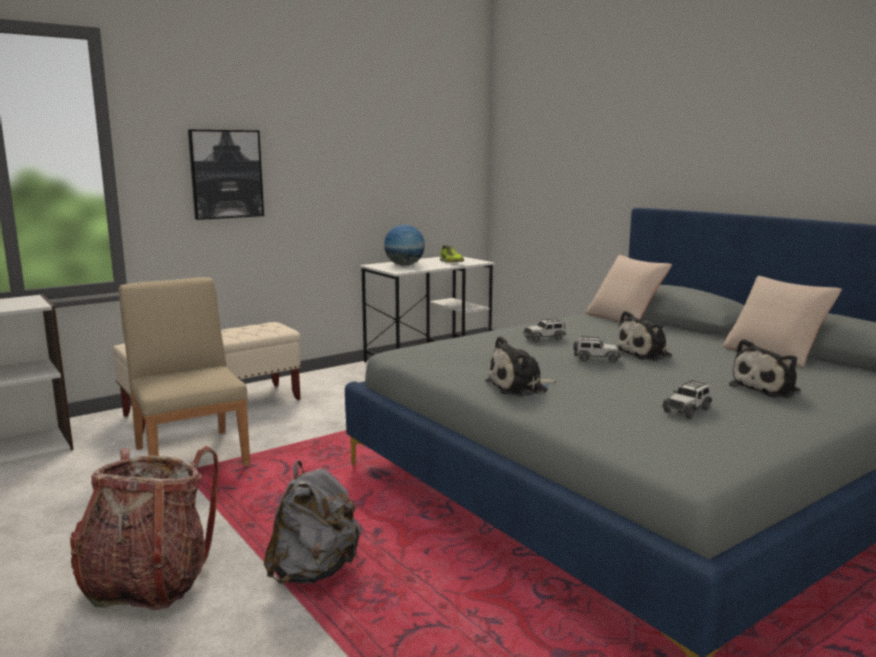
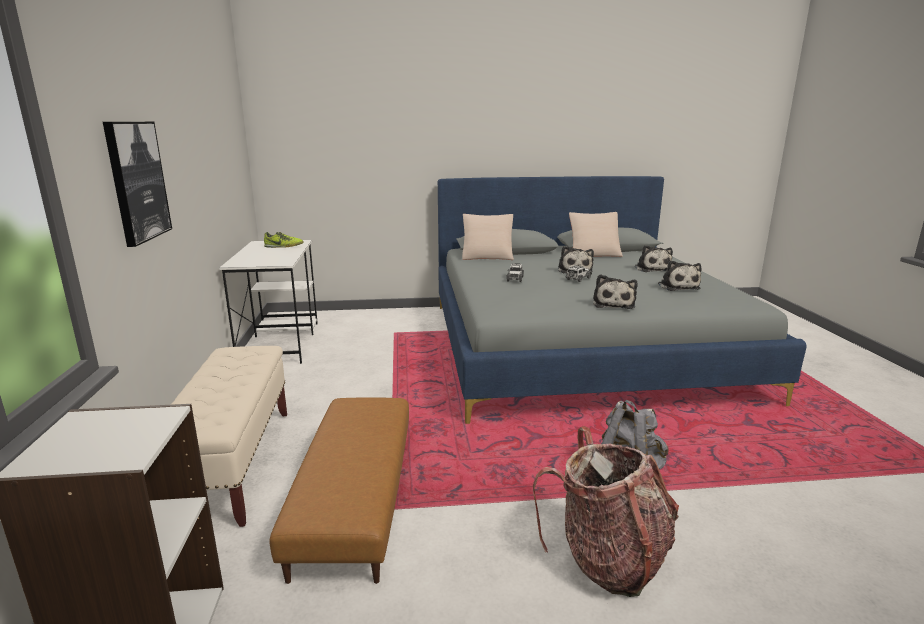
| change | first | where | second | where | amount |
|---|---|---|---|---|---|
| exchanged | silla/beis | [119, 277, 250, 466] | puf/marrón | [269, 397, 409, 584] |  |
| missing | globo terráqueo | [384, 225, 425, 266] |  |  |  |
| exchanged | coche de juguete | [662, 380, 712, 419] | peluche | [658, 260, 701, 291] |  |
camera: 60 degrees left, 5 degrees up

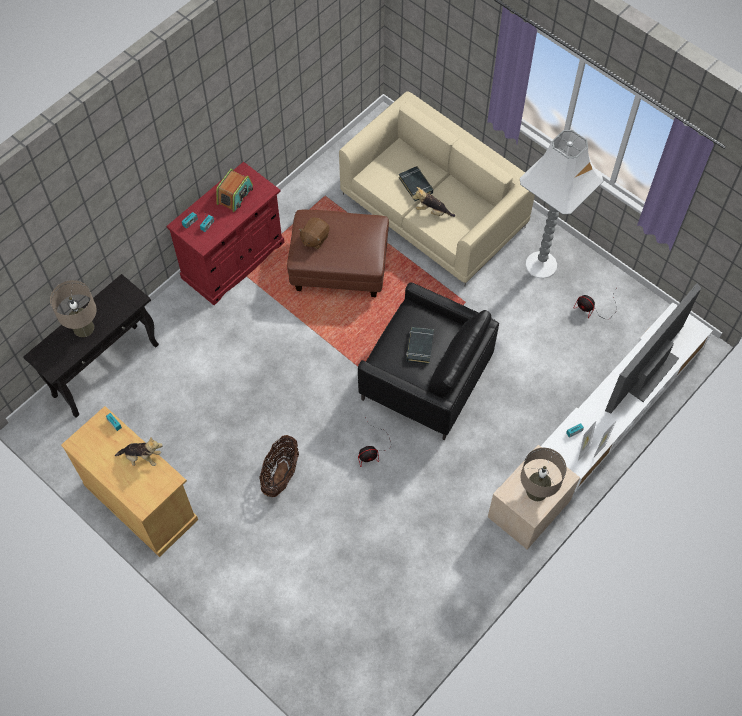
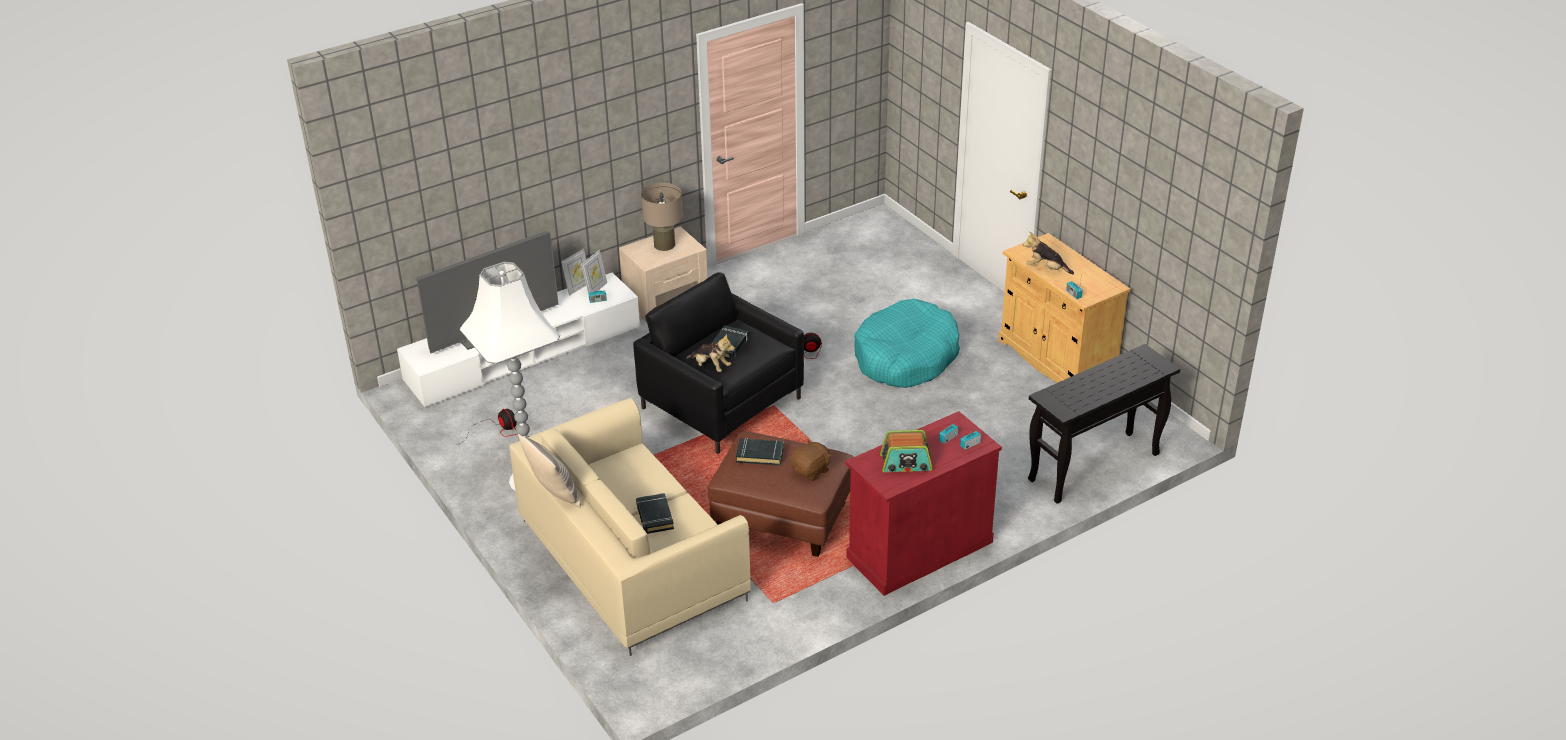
| change | first | where | second | where | amount |
|---|---|---|---|---|---|
| missing | lámpara de mesa/beis | [50, 280, 97, 337] |  |  |  |
| spun | radio | [217, 168, 253, 212] |  | [880, 430, 932, 472] | 135 degrees counterclockwise |
| exchanged | cesta | [259, 435, 299, 497] | cama para perro/turquesa | [854, 299, 960, 388] |  |
| relocated | peluche | [412, 187, 455, 217] |  | [686, 333, 735, 372] |  |
| appeared |  |  | cojín | [518, 434, 581, 508] |  |
| appeared |  |  | libro/negro | [736, 438, 784, 465] |  |
camera: 165 degrees left, 25 degrees down

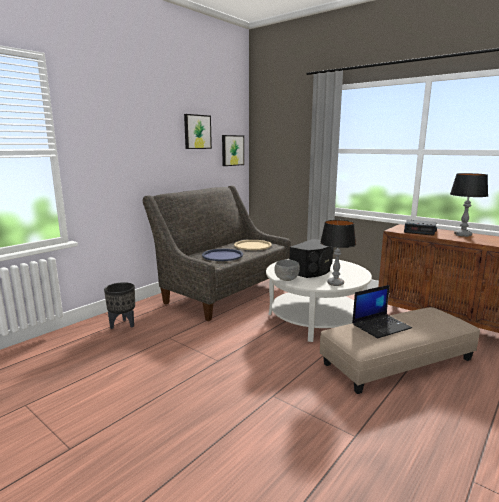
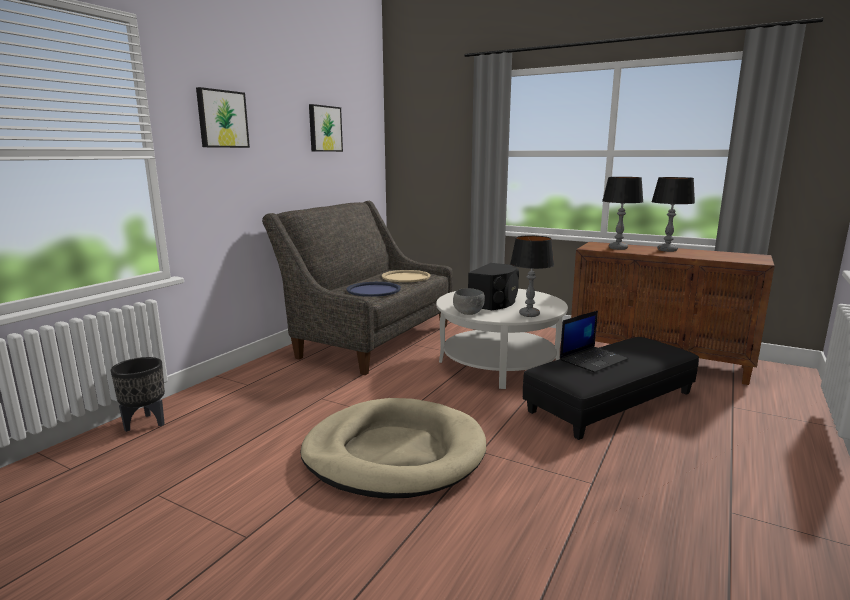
| change | first | where | second | where | amount |
|---|---|---|---|---|---|
| relocated | maceta/negro | [104, 282, 135, 329] |  | [111, 357, 165, 432] |  |
| relocated | cuadro | [222, 135, 244, 166] |  | [196, 87, 250, 148] |  |
| colour | puf/beis | [320, 307, 480, 394] | puf/negro | [523, 337, 699, 440] |  |
| exchanged | despertador | [404, 220, 437, 236] | lámpara de mesa | [602, 177, 643, 250] |  |
| appeared |  |  | cama para perro/beis | [300, 398, 486, 499] |  |
camera: 10 degrees left, 0 degrees up

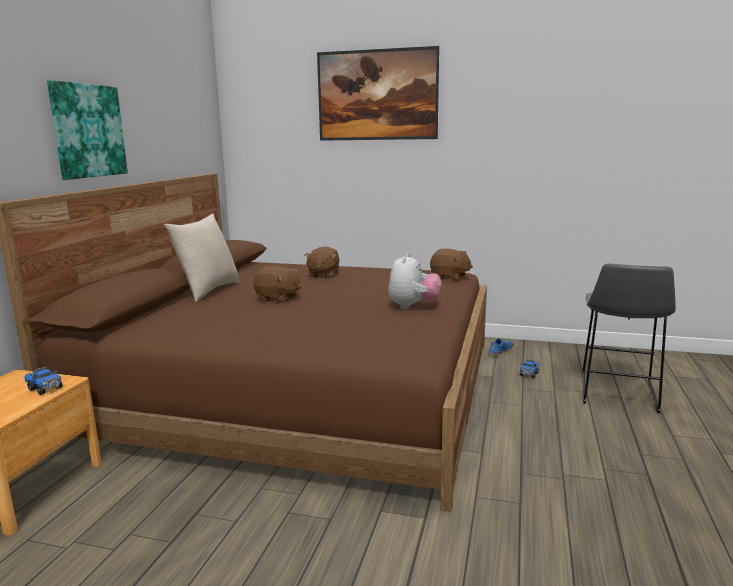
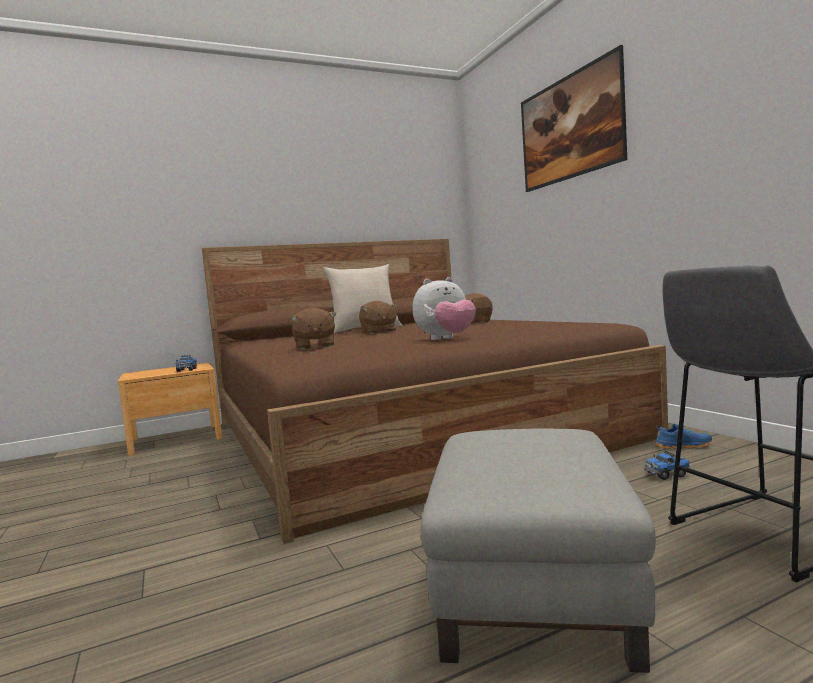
| change | first | where | second | where | amount |
|---|---|---|---|---|---|
| missing | cuadro | [47, 80, 128, 180] |  |  |  |
| relocated | peluche/marrón | [430, 249, 473, 281] |  | [290, 308, 336, 350] |  |
| appeared |  |  | puf/gris | [421, 428, 656, 673] |  |
camera: 50 degrees right, 10 degrees down

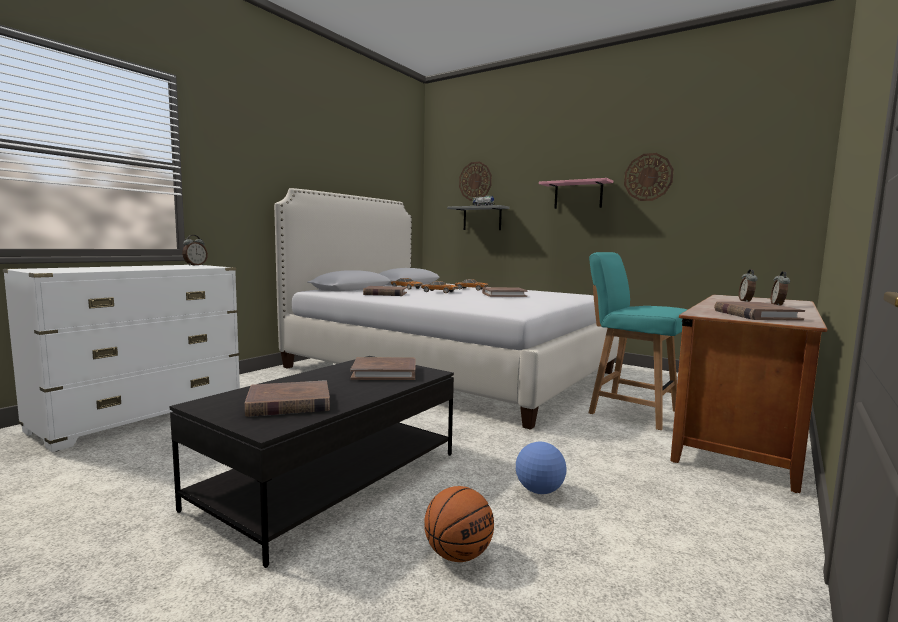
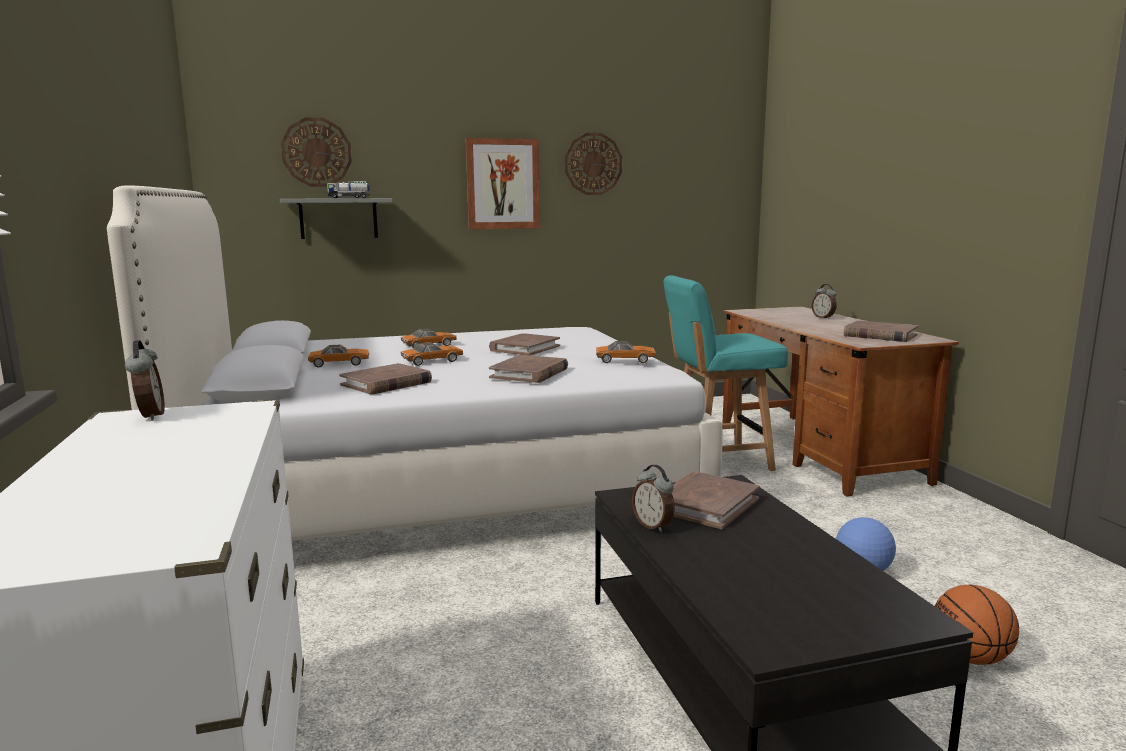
| change | first | where | second | where | amount |
|---|---|---|---|---|---|
| relocated | libro/marrón | [245, 380, 330, 417] |  | [489, 355, 568, 383] |  |
| exchanged | estante/rosa | [539, 178, 613, 209] | cuadro | [466, 138, 540, 229] |  |
| relocated | despertador | [739, 269, 758, 302] |  | [632, 465, 674, 532] |  |
| appeared |  |  | coche de juguete | [596, 341, 656, 363] |  |
camera: 50 degrees left, 5 degrees up

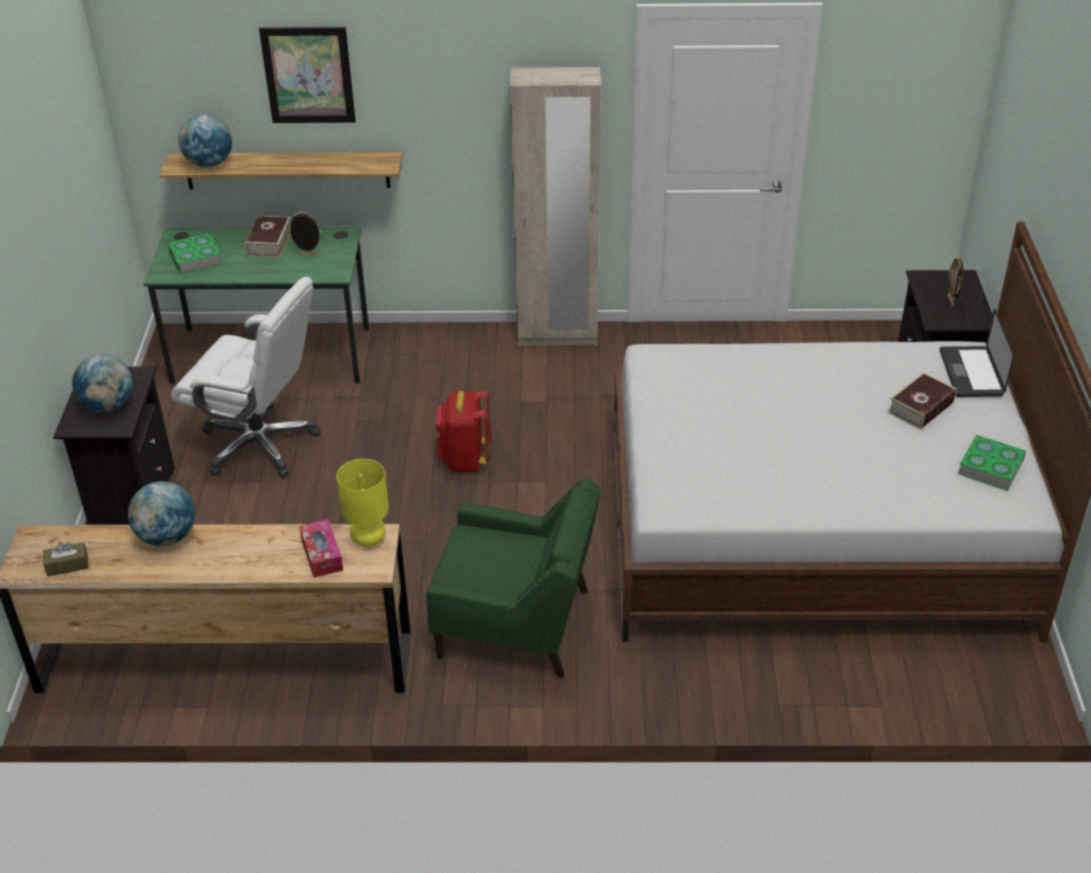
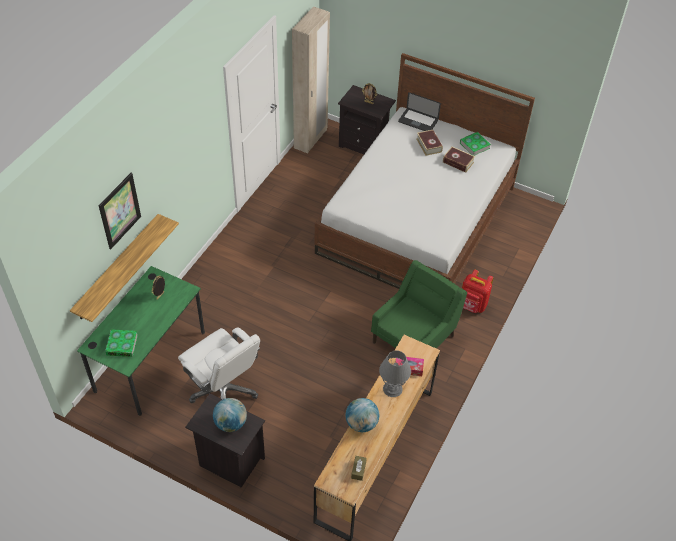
| change | first | where | second | where | amount |
|---|---|---|---|---|---|
| spun | silla de oficina/blanco | [171, 277, 320, 477] |  | [178, 327, 260, 403] | 90 degrees clockwise |
| missing | globo terráqueo | [179, 114, 232, 167] |  |  |  |
| relocated | libro | [245, 216, 290, 258] |  | [443, 147, 475, 173] |  |
| missing | lámpara de mesa/amarillo | [337, 459, 389, 547] |  |  |  |
| relocated | mochila/rojo | [436, 391, 491, 472] |  | [462, 269, 493, 313] |  |
| relocated | armario ropero/beis | [510, 67, 601, 346] |  | [292, 6, 330, 153] |  |
| appeared |  |  | lámpara de mesa/gris | [379, 350, 411, 397] |  |
camera: 65 degrees left, 10 degrees up

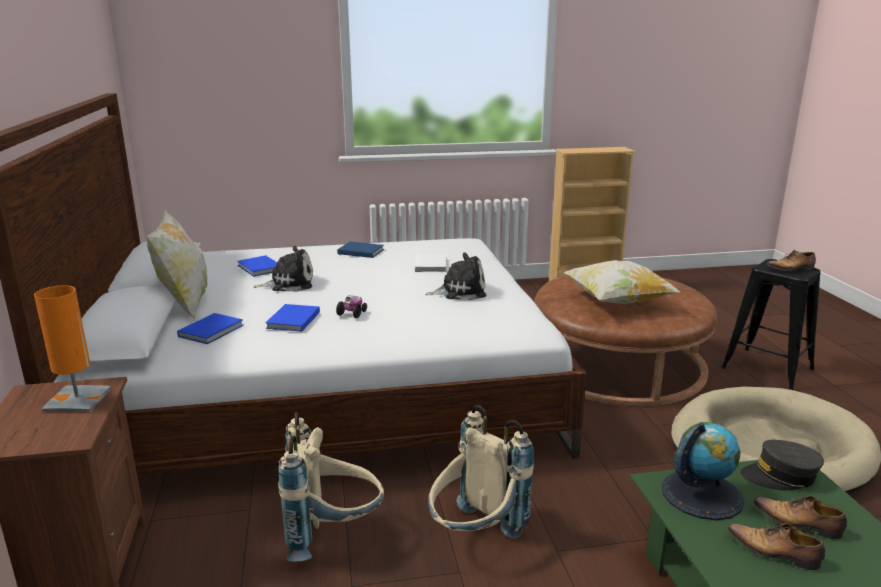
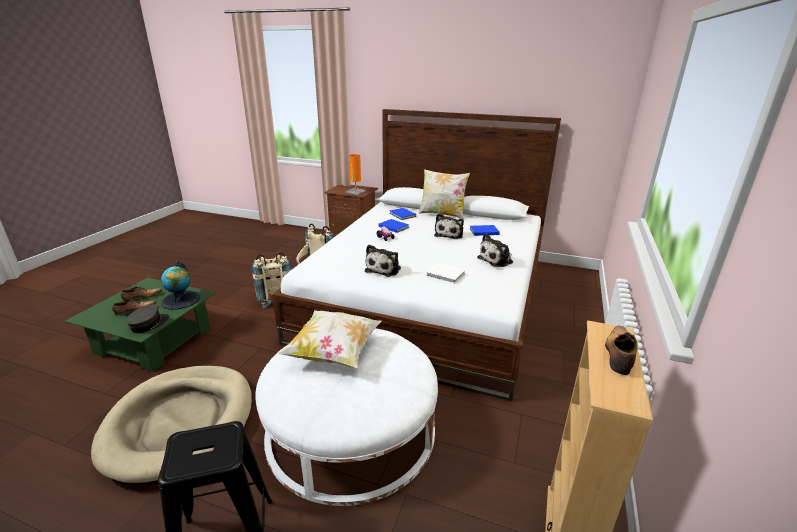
| change | first | where | second | where | amount |
|---|---|---|---|---|---|
| exchanged | libro/azul | [337, 241, 384, 258] | peluche | [477, 234, 513, 267] |  |
| colour | puf/marrón | [534, 275, 717, 406] | puf/blanco | [255, 328, 438, 506] |  |
| relocated | zapato | [766, 250, 816, 271] |  | [605, 326, 638, 375] |  |
camera: 120 degrees right, 5 degrees up

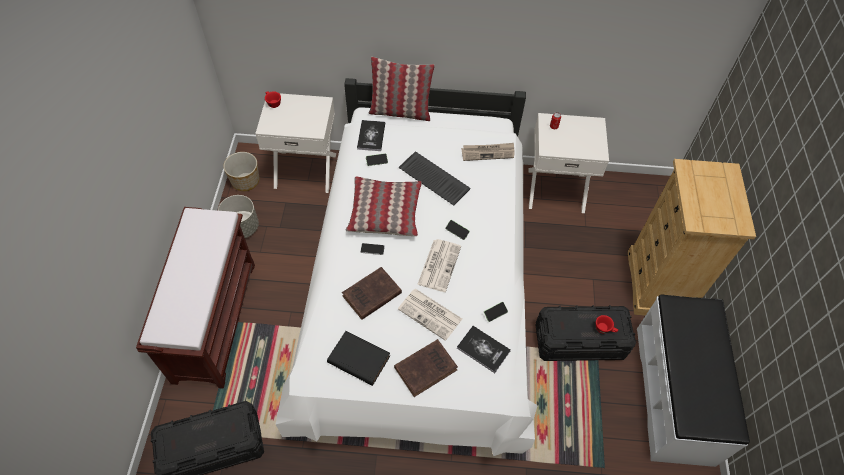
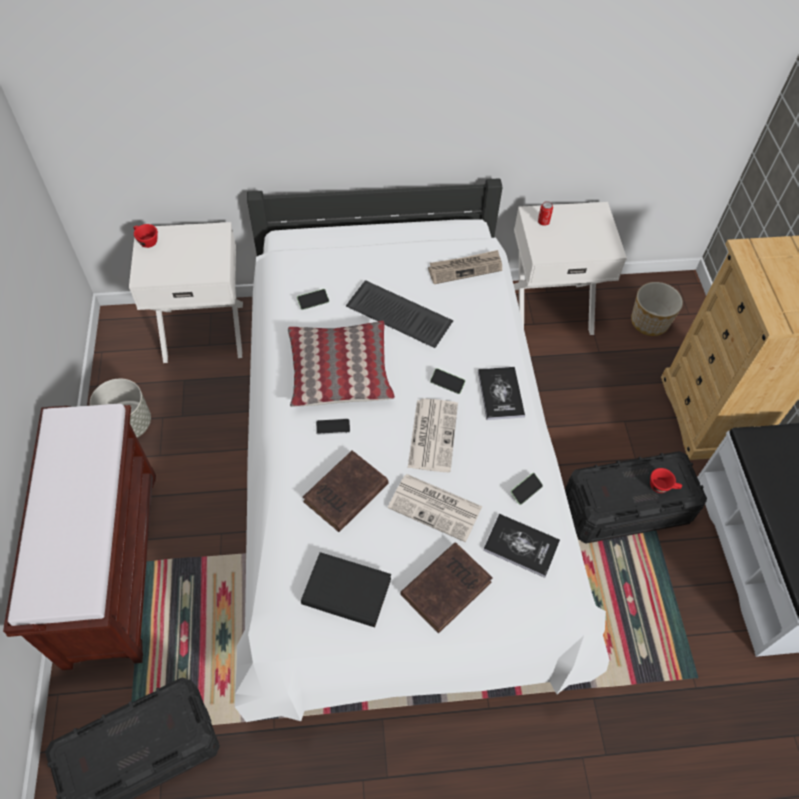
| change | first | where | second | where | amount |
|---|---|---|---|---|---|
| relocated | maceta | [223, 152, 259, 191] |  | [631, 282, 683, 336] |  |
| relocated | libro | [357, 120, 385, 151] |  | [478, 367, 525, 420] |  |
| missing | cojín | [369, 57, 435, 121] |  |  |  |
camera: 10 degrees left, 0 degrees up

